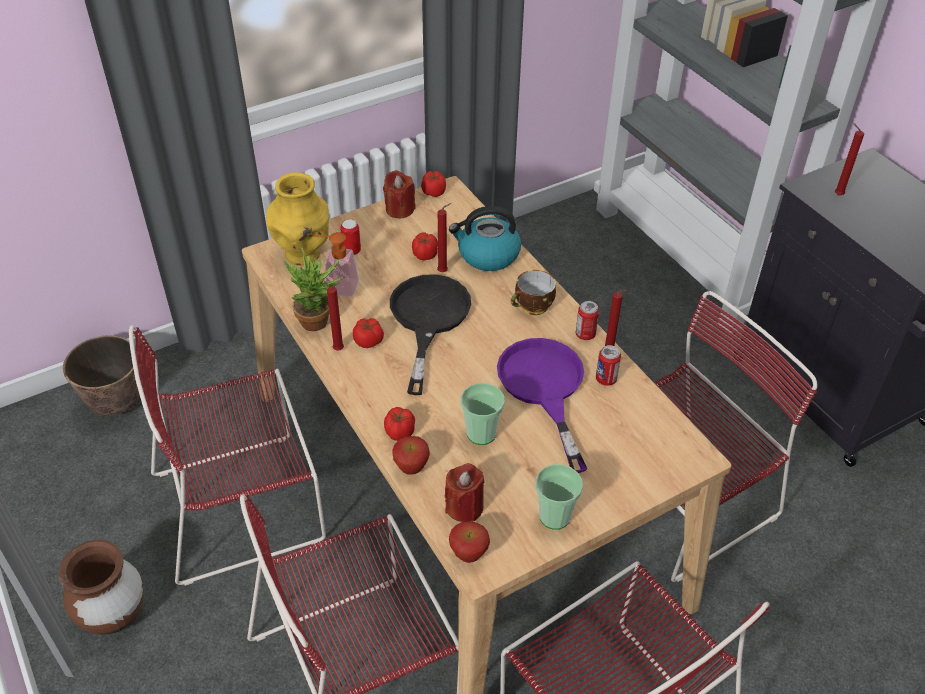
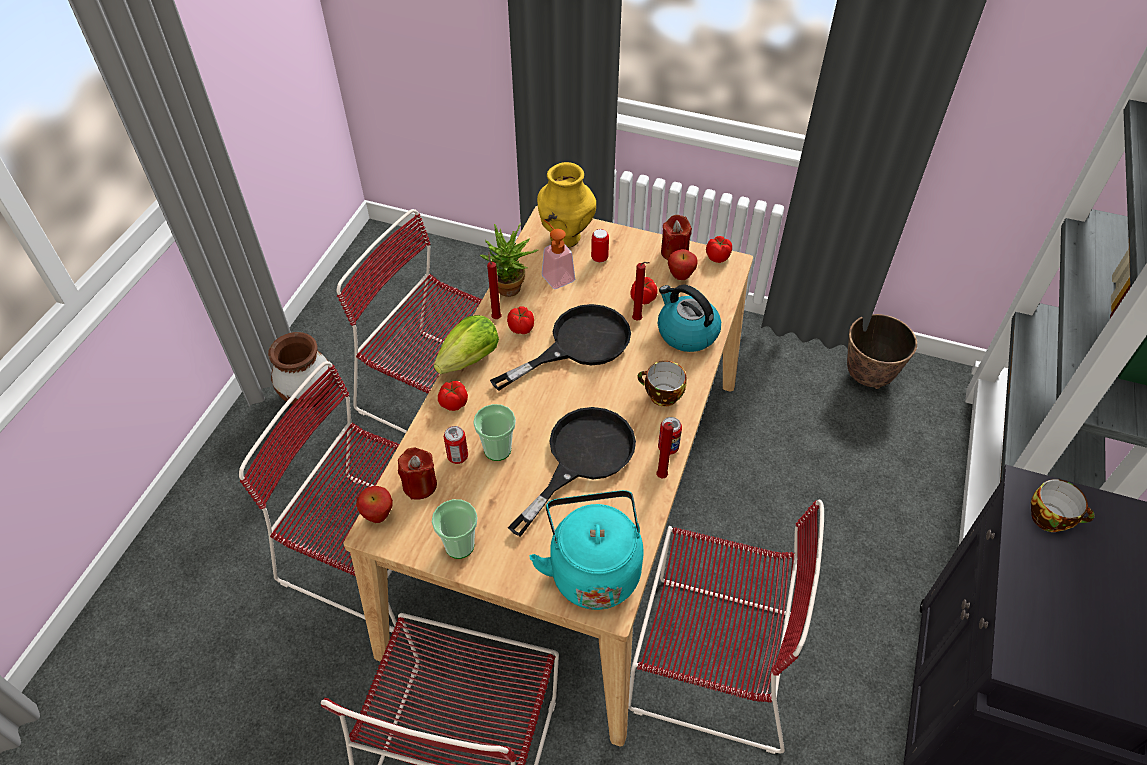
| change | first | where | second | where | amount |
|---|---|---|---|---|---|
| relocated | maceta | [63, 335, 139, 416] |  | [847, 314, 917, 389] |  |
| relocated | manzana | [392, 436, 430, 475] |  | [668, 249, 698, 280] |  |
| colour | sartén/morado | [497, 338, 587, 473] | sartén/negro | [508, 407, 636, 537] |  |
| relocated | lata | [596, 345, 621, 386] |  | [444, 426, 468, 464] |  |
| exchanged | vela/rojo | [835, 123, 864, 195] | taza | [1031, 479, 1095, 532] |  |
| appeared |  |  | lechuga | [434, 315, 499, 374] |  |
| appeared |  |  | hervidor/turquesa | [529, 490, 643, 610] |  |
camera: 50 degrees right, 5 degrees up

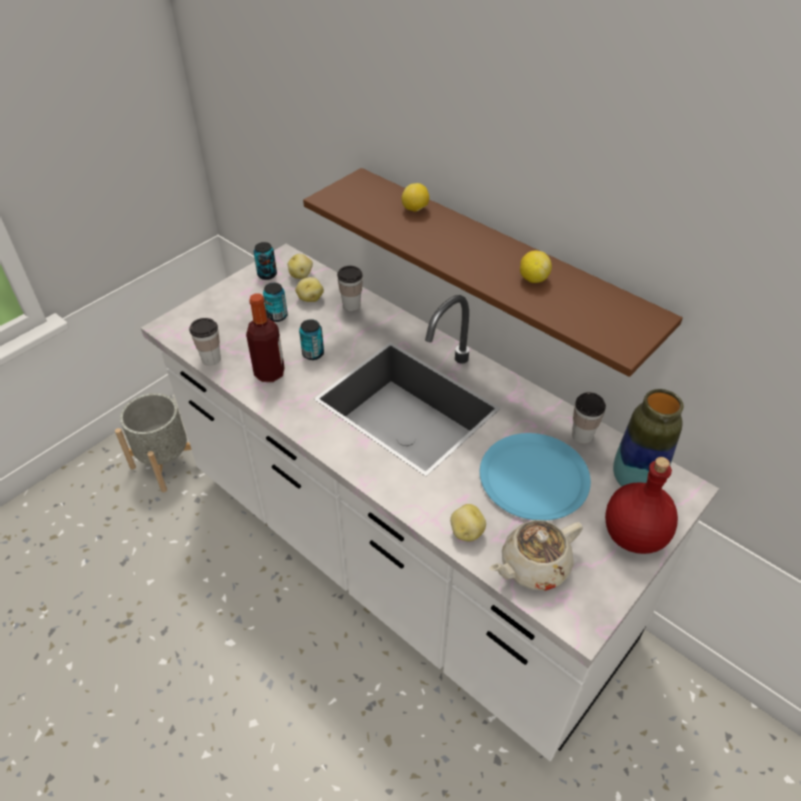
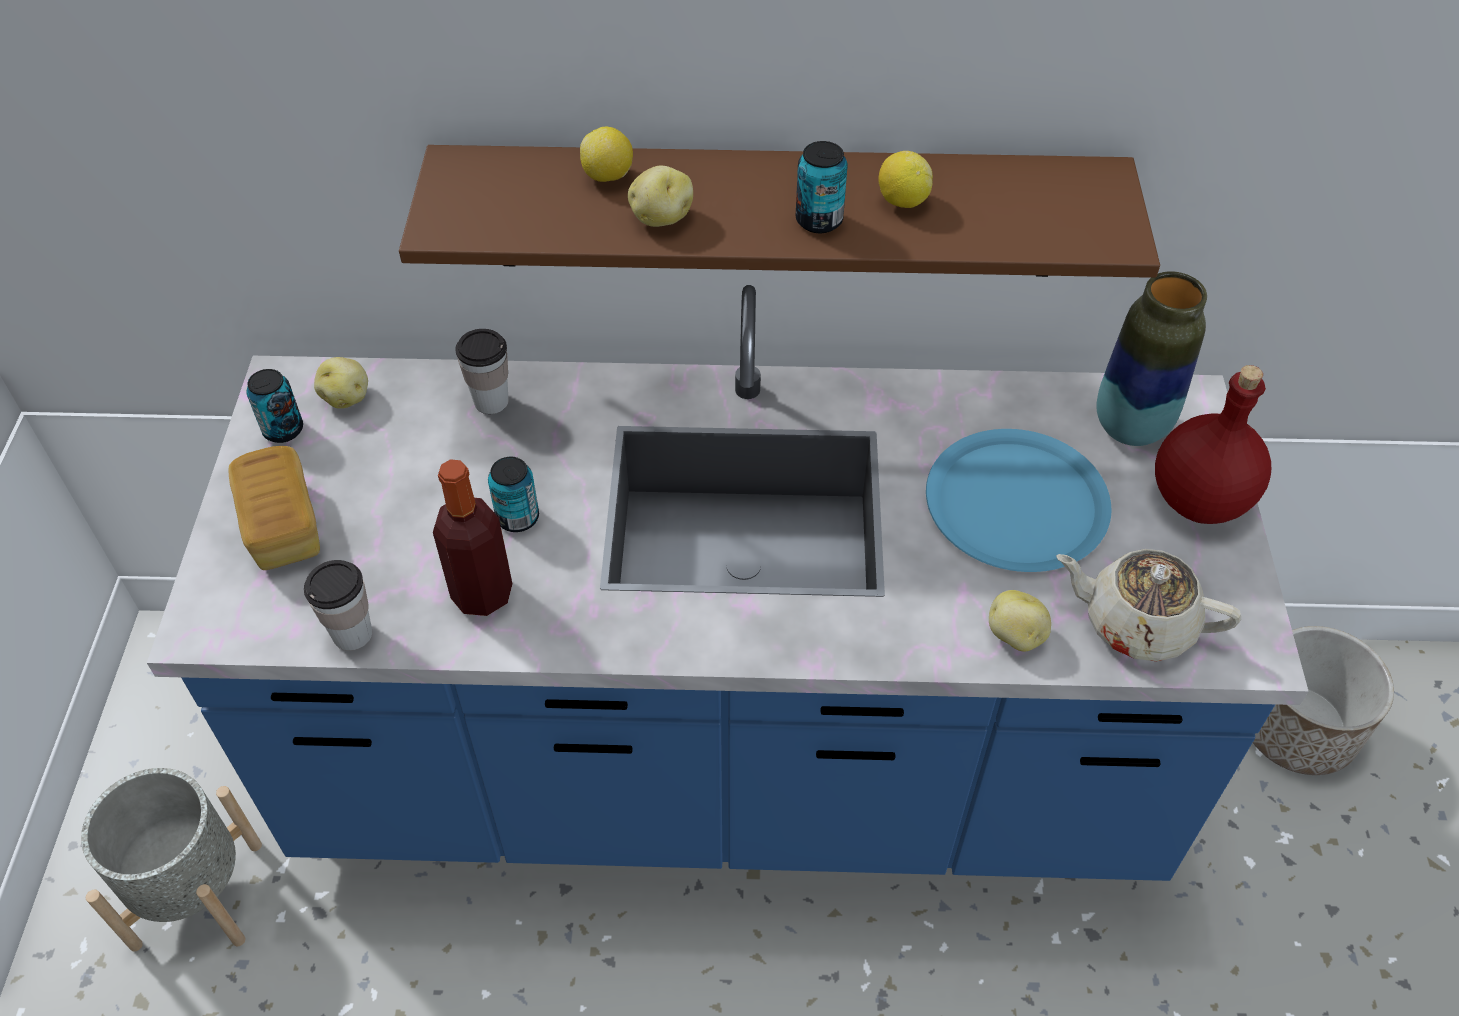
| change | first | where | second | where | amount |
|---|---|---|---|---|---|
| colour | mueble bajo de cocina/blanco | [141, 244, 719, 761] | mueble bajo de cocina/azul | [147, 285, 1309, 881] |  |
| relocated | lata | [263, 283, 288, 322] |  | [796, 141, 848, 233] |  |
| relocated | patata | [295, 277, 324, 302] |  | [628, 166, 693, 227] |  |
| spun | tetera/beis | [489, 520, 583, 591] |  | [1056, 549, 1241, 662] | 90 degrees clockwise |
| missing | taza | [572, 392, 606, 444] |  |  |  |
| appeared |  |  | pan | [228, 446, 320, 570] |  |
| appeared |  |  | maceta | [1253, 626, 1394, 775] |  |
camera: 40 degrees left, 5 degrees up

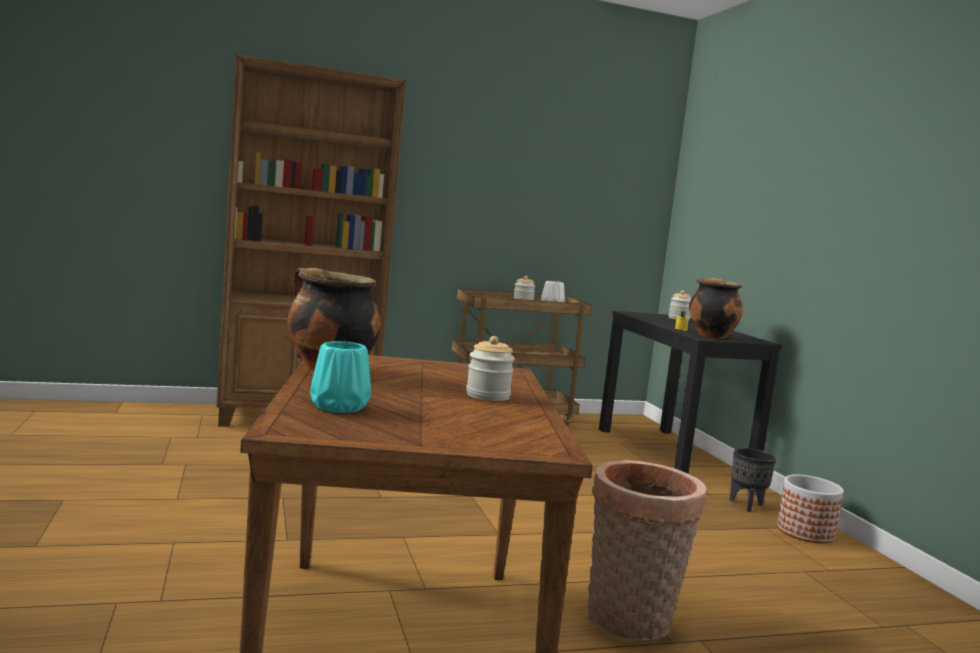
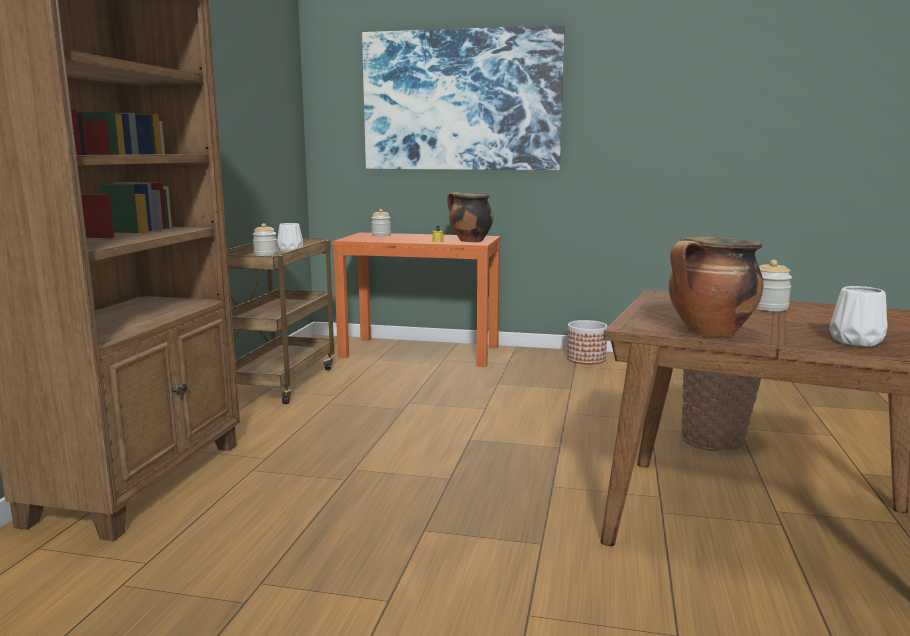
| change | first | where | second | where | amount |
|---|---|---|---|---|---|
| colour | florero/turquesa | [310, 341, 371, 413] | florero/blanco | [830, 286, 888, 347] |  |
| colour | mesa consola/negro | [599, 311, 782, 474] | mesa consola/naranja | [332, 233, 501, 367] |  |
| missing | maceta/negro | [729, 448, 776, 512] |  |  |  |
| appeared |  |  | cuadro | [362, 25, 565, 170] |  |
camera: 60 degrees left, 5 degrees up

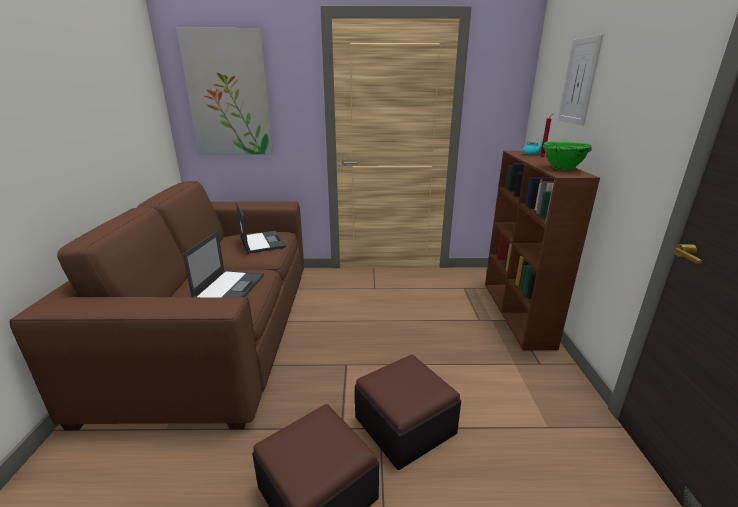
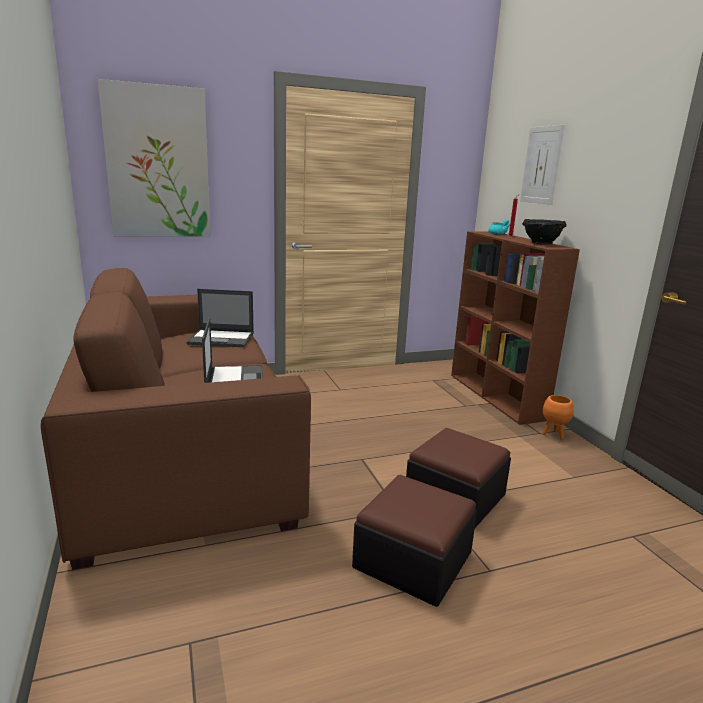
| change | first | where | second | where | amount |
|---|---|---|---|---|---|
| spun | portátil | [236, 202, 286, 254] |  | [186, 289, 254, 347] | 135 degrees clockwise |
| colour | cuenco/verde | [543, 142, 592, 170] | cuenco/negro | [522, 219, 567, 245] |  |
| appeared |  |  | maceta/naranja | [542, 395, 574, 440] |  |
camera: 20 degrees left, 5 degrees down

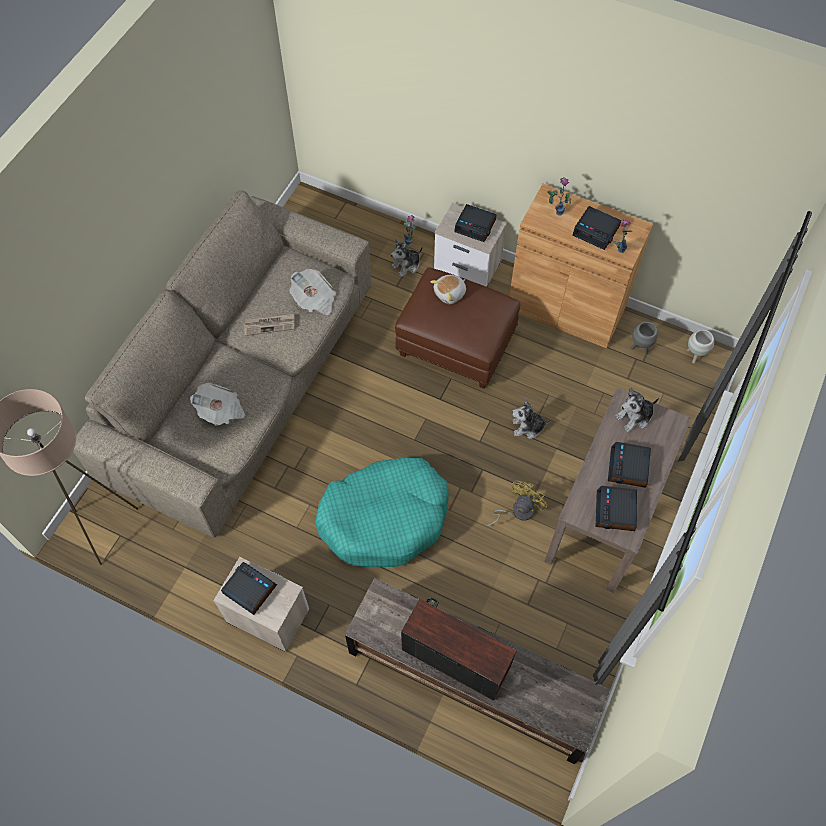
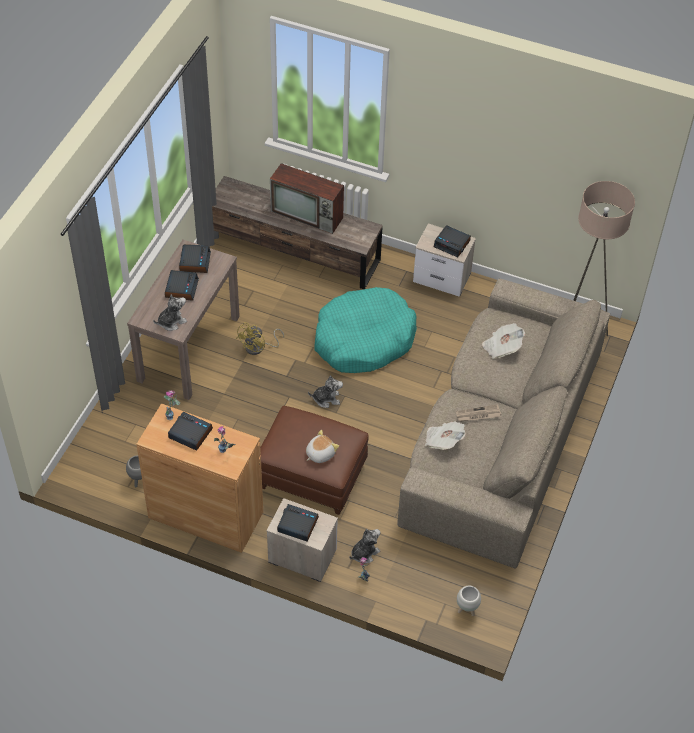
| change | first | where | second | where | amount |
|---|---|---|---|---|---|
| relocated | peluche | [512, 398, 552, 439] |  | [308, 375, 343, 408] |  |
| relocated | maceta/blanco | [687, 329, 714, 364] |  | [457, 586, 481, 616] |  |
camera: 175 degrees right, 10 degrees down

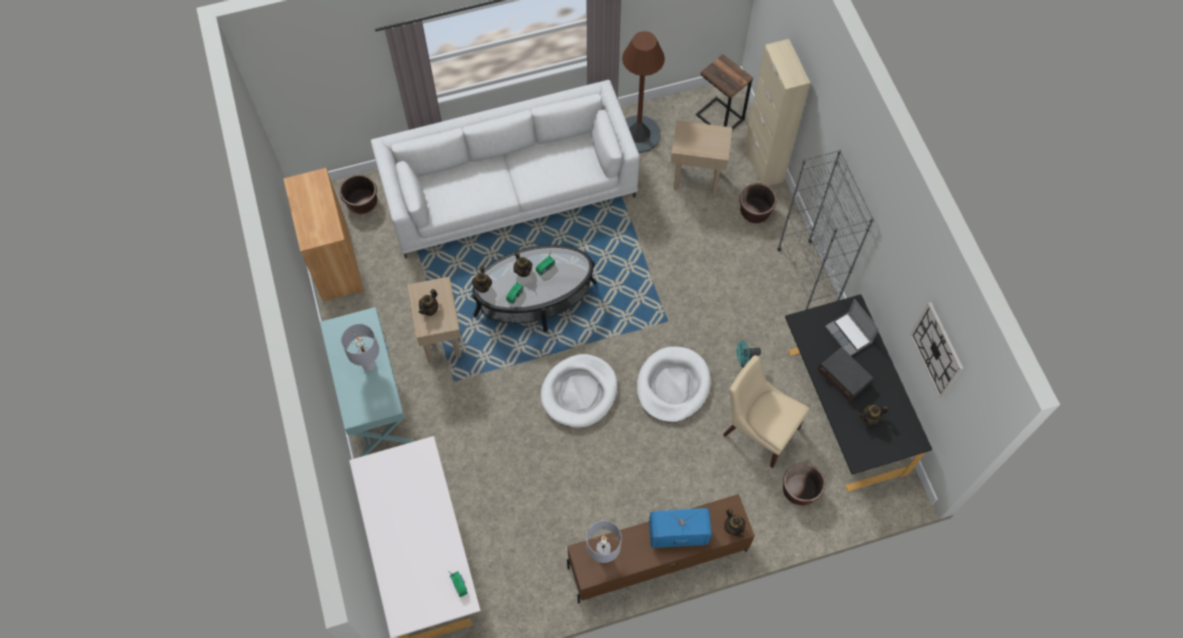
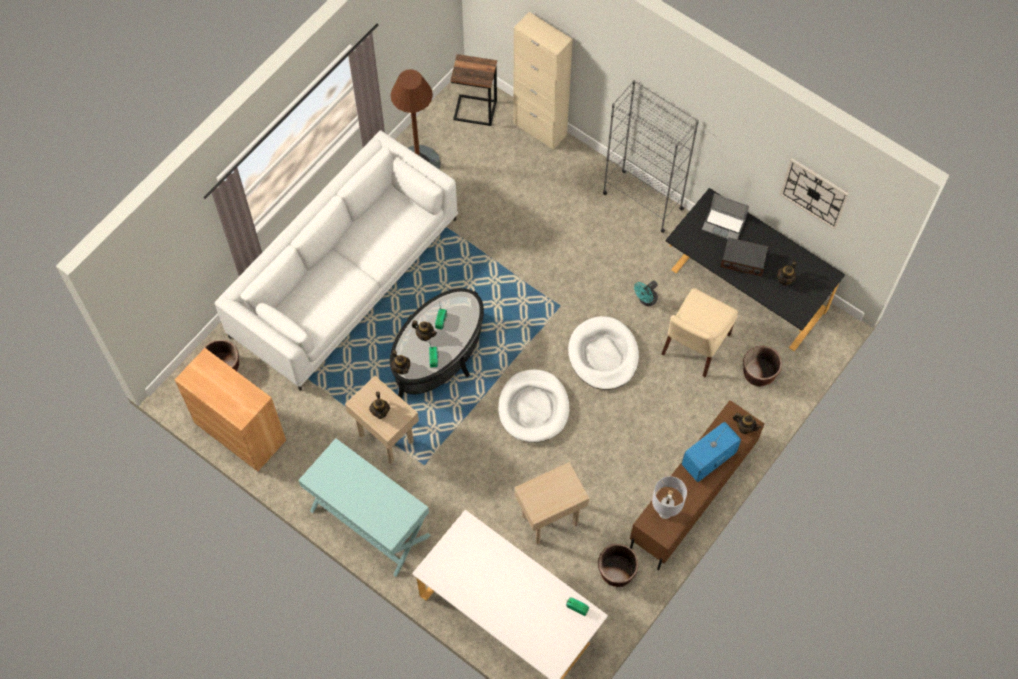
| change | first | where | second | where | amount |
|---|---|---|---|---|---|
| missing | lámpara de mesa/gris | [341, 324, 379, 371] |  |  |  |
| relocated | mesa auxiliar/beis | [671, 120, 732, 196] |  | [514, 462, 589, 544] |  |
| spun | silla/beis | [723, 355, 810, 468] |  | [661, 288, 738, 377] | 60 degrees counterclockwise |
| relocated | maceta/marrón | [740, 183, 777, 223] |  | [598, 544, 638, 587] |  |
camera: 35 degrees left, 0 degrees up

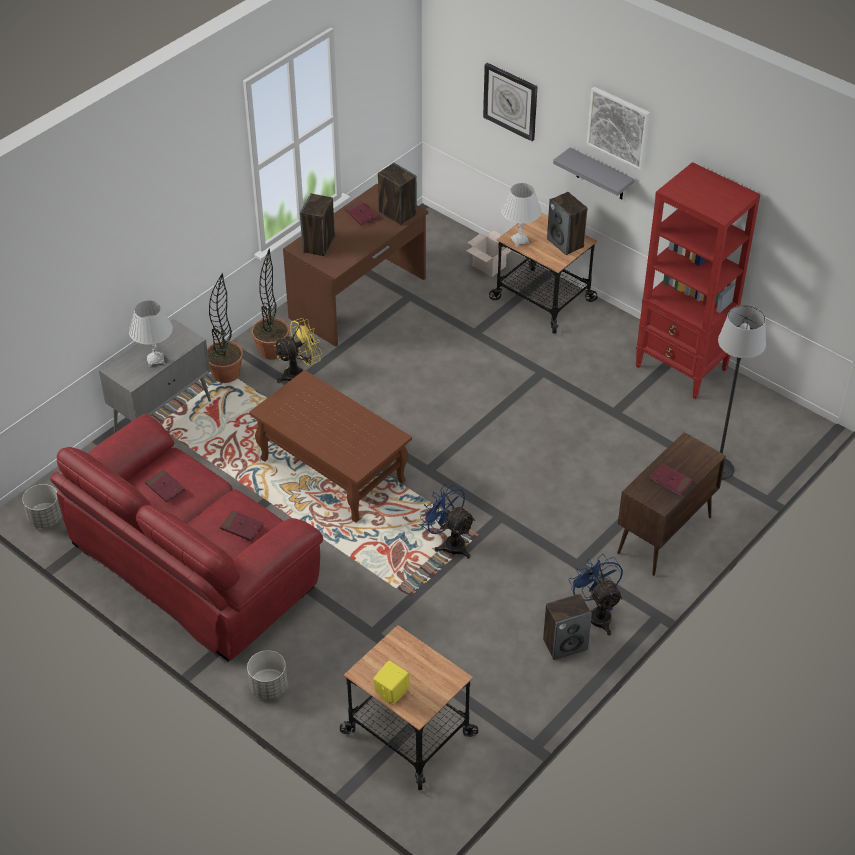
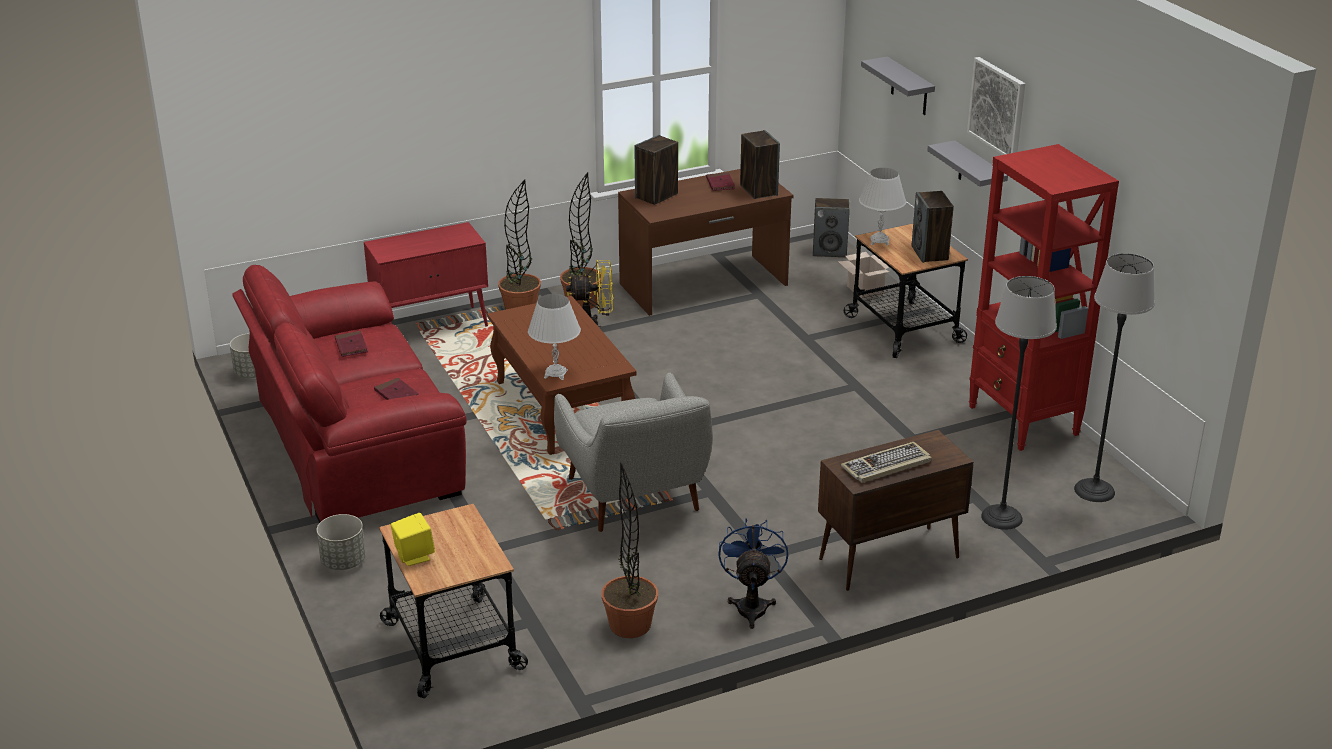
| change | first | where | second | where | amount |
|---|---|---|---|---|---|
| colour | armario/gris | [99, 319, 211, 433] | armario/rojo | [364, 222, 488, 327] |  |
| relocated | lámpara de mesa/blanco | [129, 301, 173, 367] |  | [528, 294, 581, 380] |  |
| exchanged | ventilador/azul | [420, 484, 475, 559] | sillón/gris | [554, 373, 713, 532] |  |
| exchanged | reloj de pared | [483, 63, 538, 141] | estante/gris | [861, 57, 935, 115] |  |
| relocated | altavoz | [543, 594, 592, 660] |  | [813, 198, 850, 257] |  |
| exchanged | libro/rojo | [649, 463, 693, 496] | teclado | [841, 442, 932, 483] |  |
| appeared |  |  | planta en maceta | [601, 461, 658, 638] |  |
| appeared |  |  | lámpara de pie | [1074, 253, 1155, 502] |  |
camera: 25 degrees right, 15 degrees down

